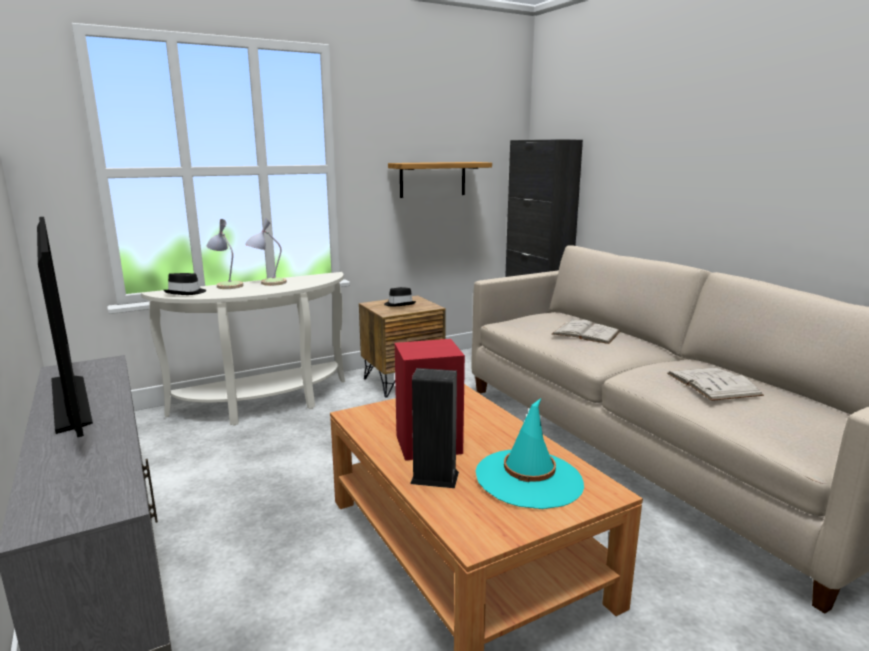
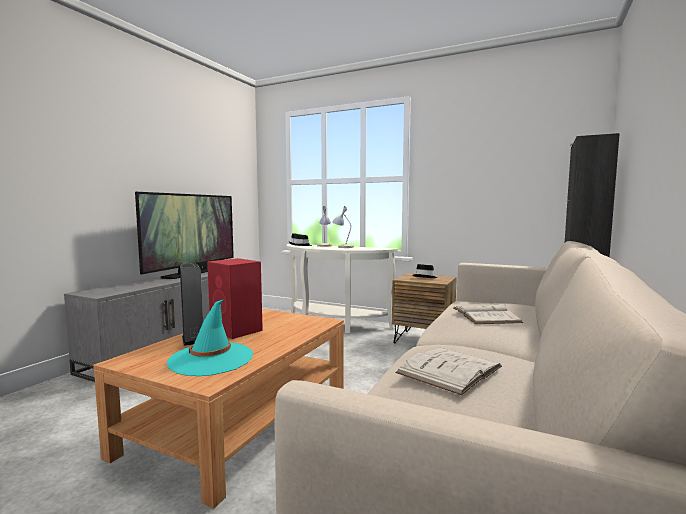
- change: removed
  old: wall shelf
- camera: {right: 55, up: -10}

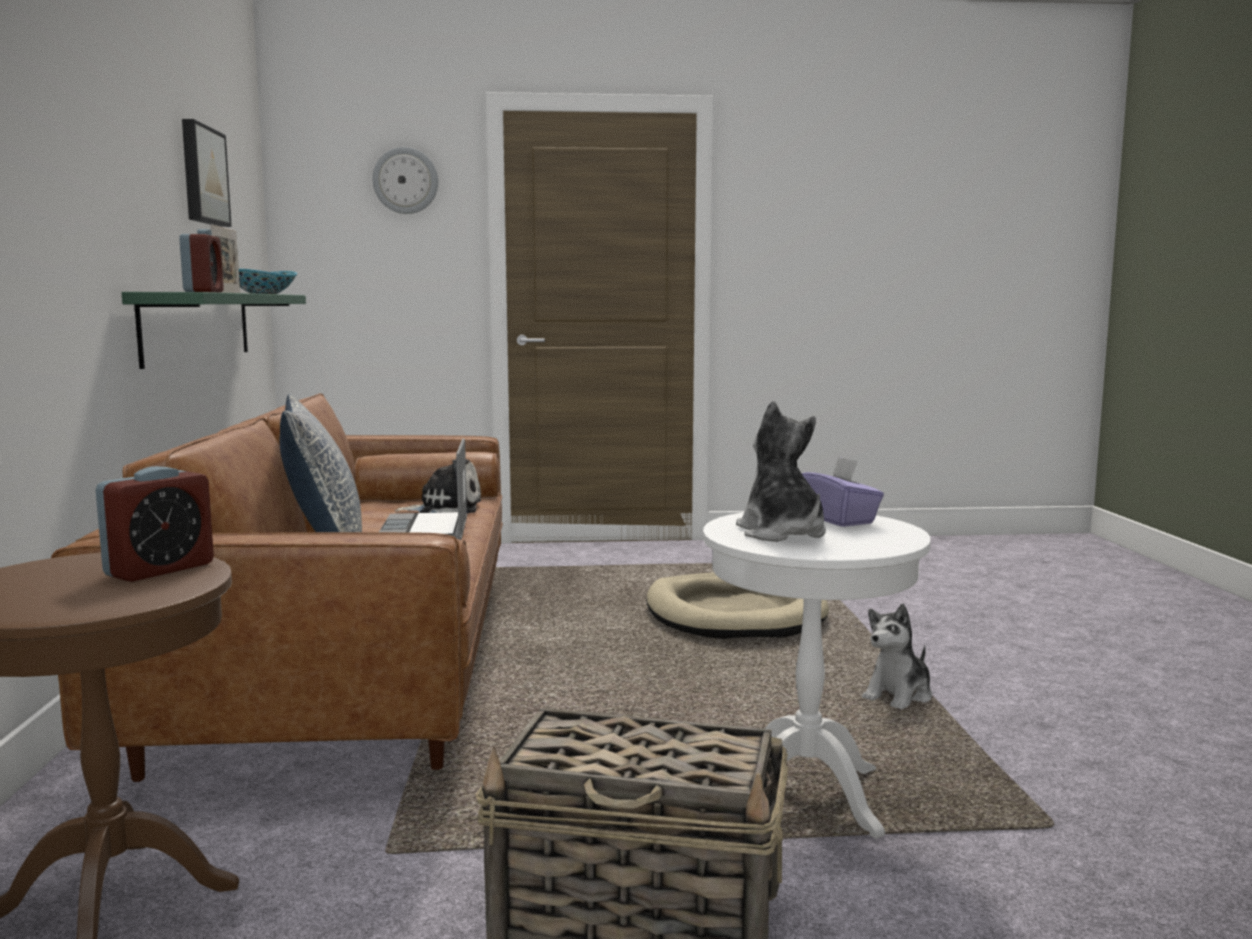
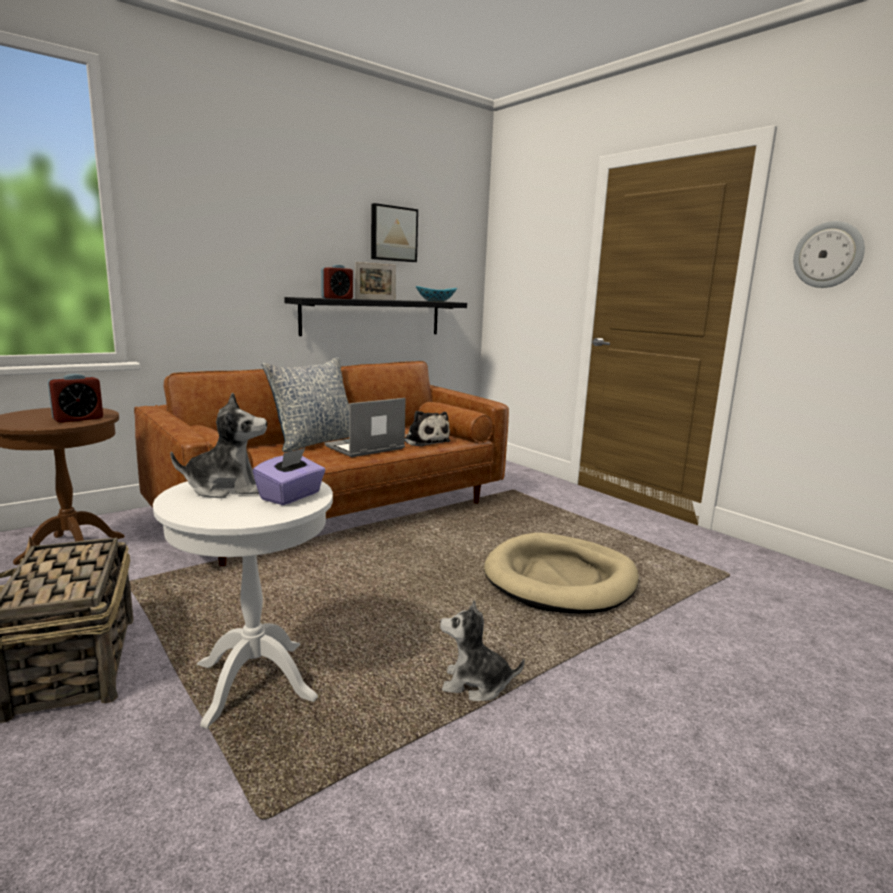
- change: turned
  old: alarm clock (1st from left)
  degrees: -45
- change: turned
  old: soft toy (2nd from left in the first image)
  degrees: 45
- change: recoloured
  old: greenish wall shelf
  new: blackish wall shelf
- change: moved
  old: clock on the wall
- camera: {right: 55, up: 5}

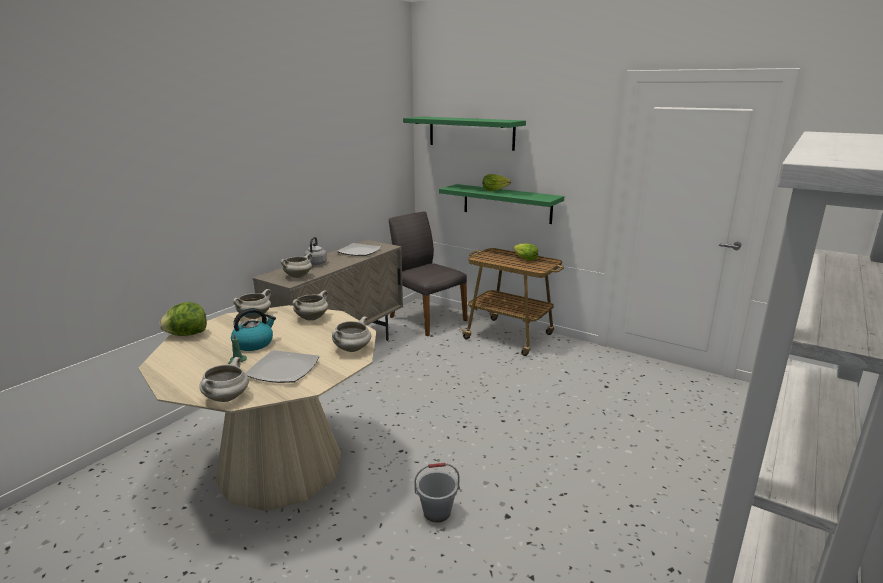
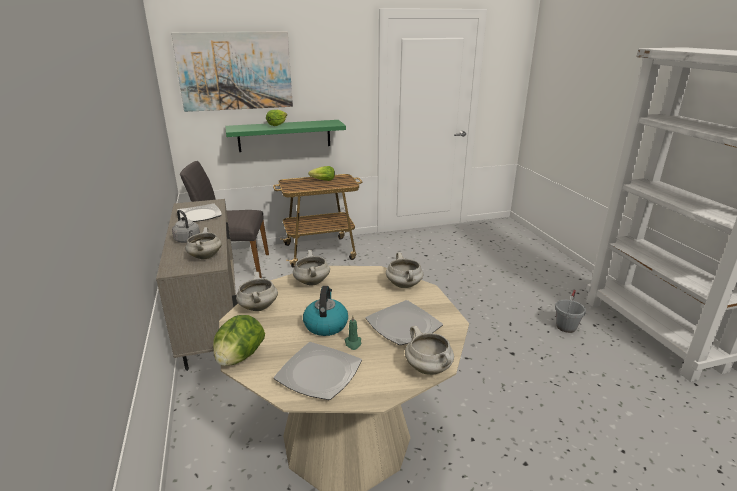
- change: replaced
  old: greenish wall shelf (1st from left)
  new: picture
- change: added
  new: dinner plate (2nd from left)
- change: moved
  old: grey pail
- camera: {right: -50, up: 5}

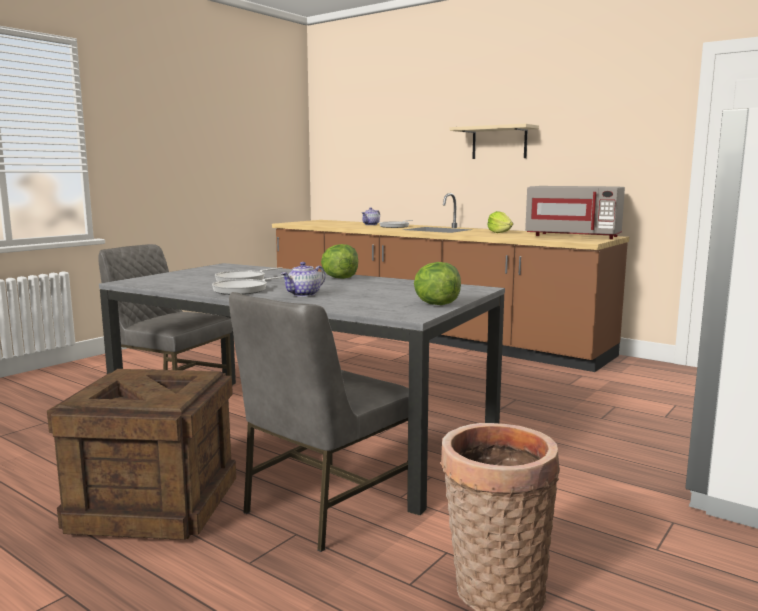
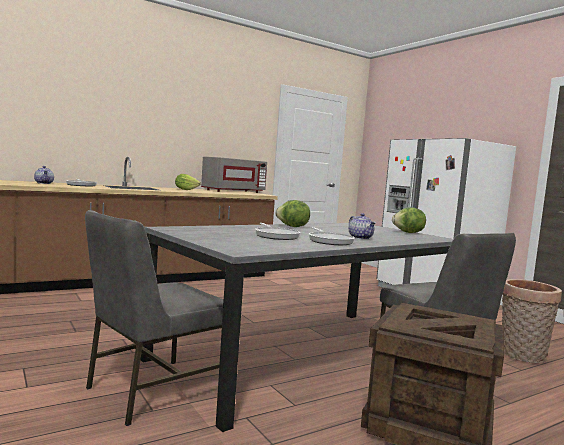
- change: removed
  old: beige wall shelf
- camera: {right: -70, up: -5}

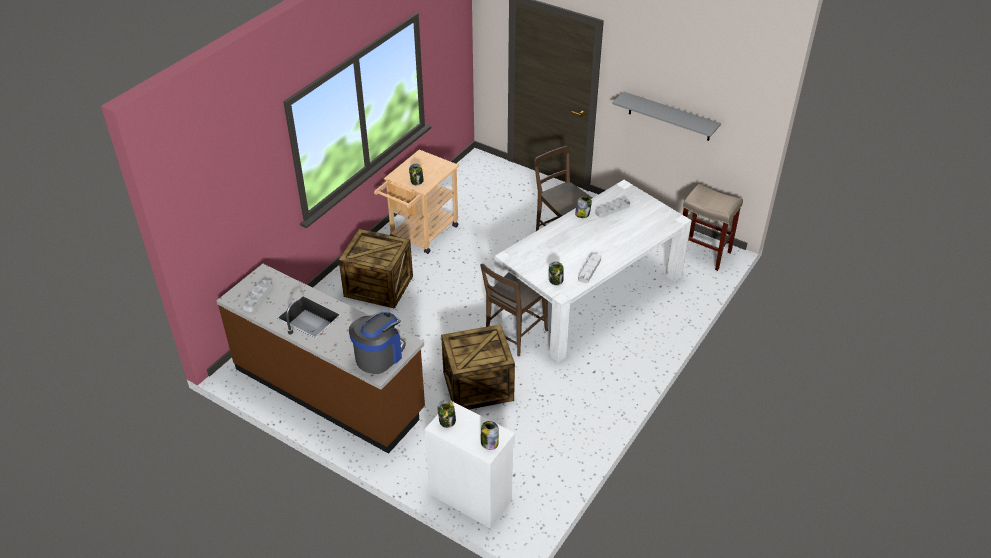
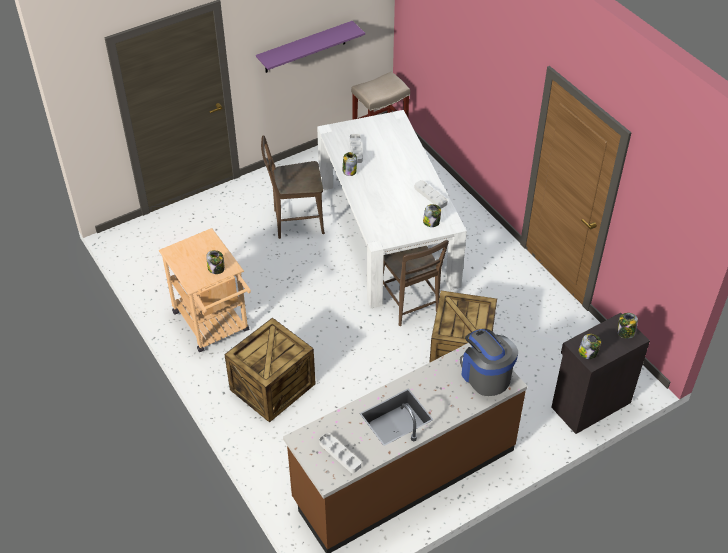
- change: recoloured
  old: grey wall shelf
  new: purplish wall shelf
- change: recoloured
  old: white cabinet
  new: blackish cabinet
- camera: {right: -65, up: 5}

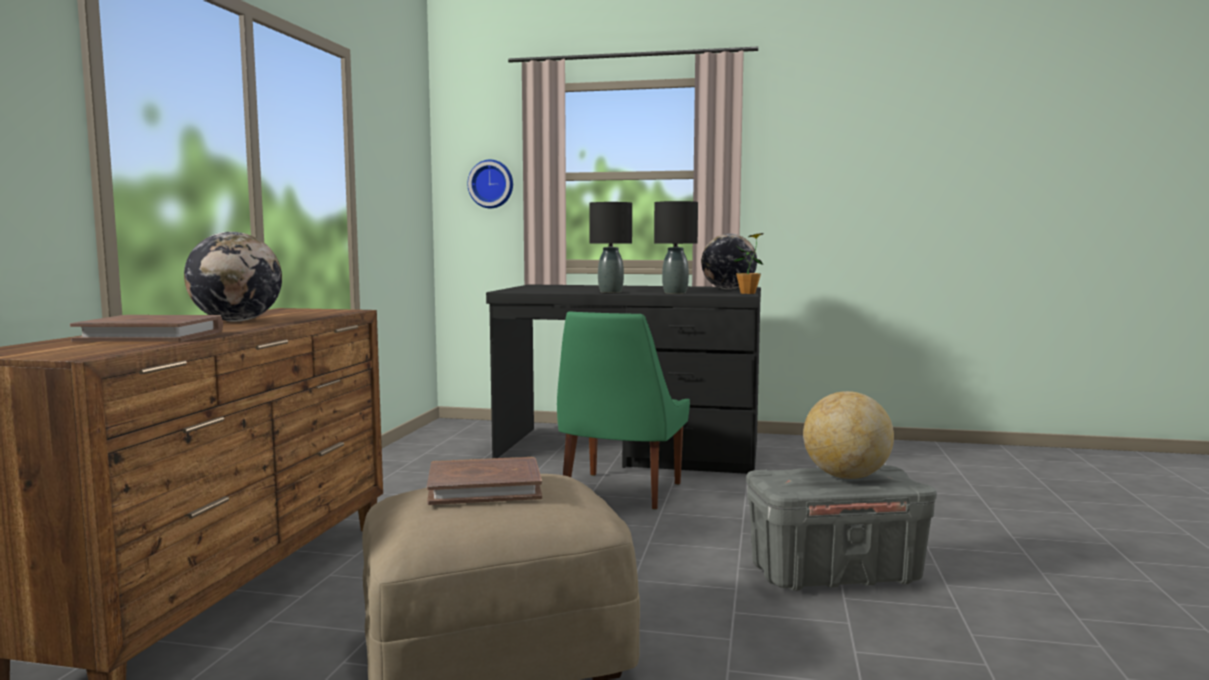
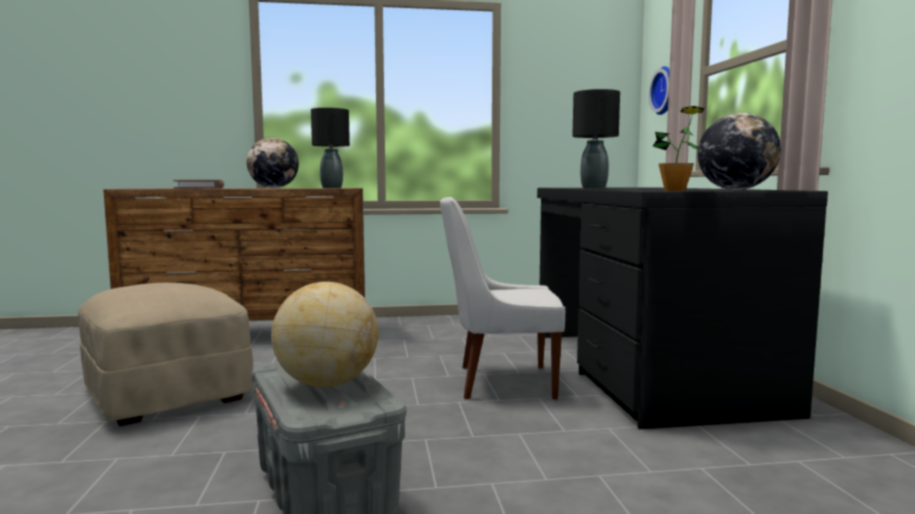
- change: moved
  old: blackish lamp for a table (2nd from left in the first image)
  new: blackish lamp for a table (1st from left)
- change: recoloured
  old: greenish chair
  new: white chair
- change: removed
  old: brownish book (2nd from left)
- camera: {right: 70, up: 0}

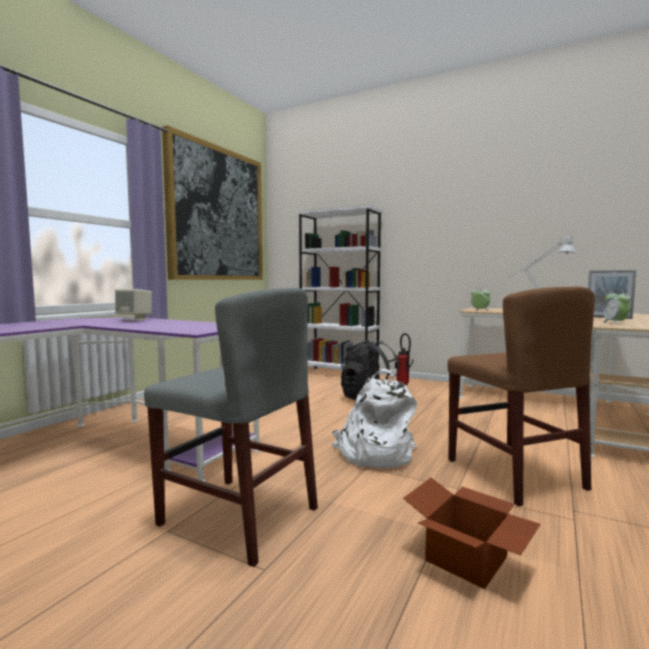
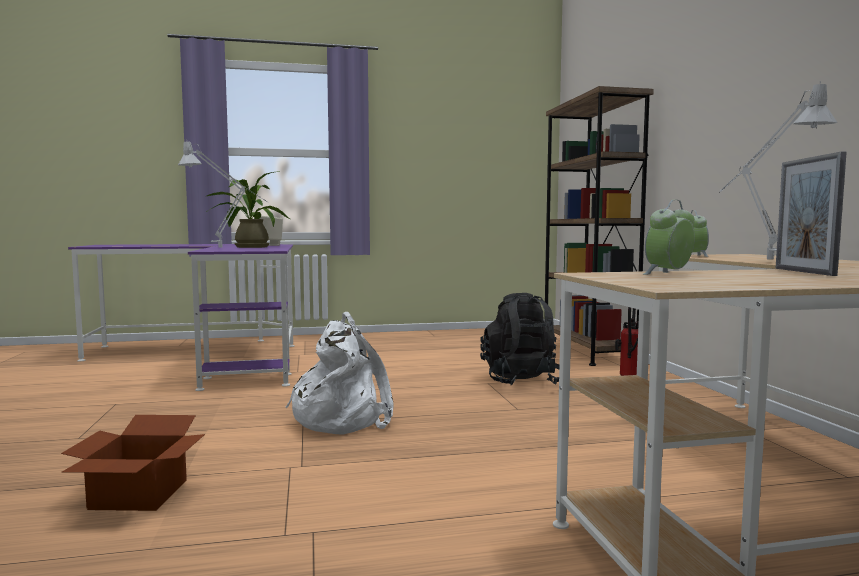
- change: added
  new: grey lamp for a table (1st from left)
- change: added
  new: plant in a pot
- change: recoloured
  old: white bookcase
  new: brownish bookcase
- change: removed
  old: grey chair
- change: removed
  old: picture
- change: removed
  old: brownish chair
- camera: {right: 50, up: 0}

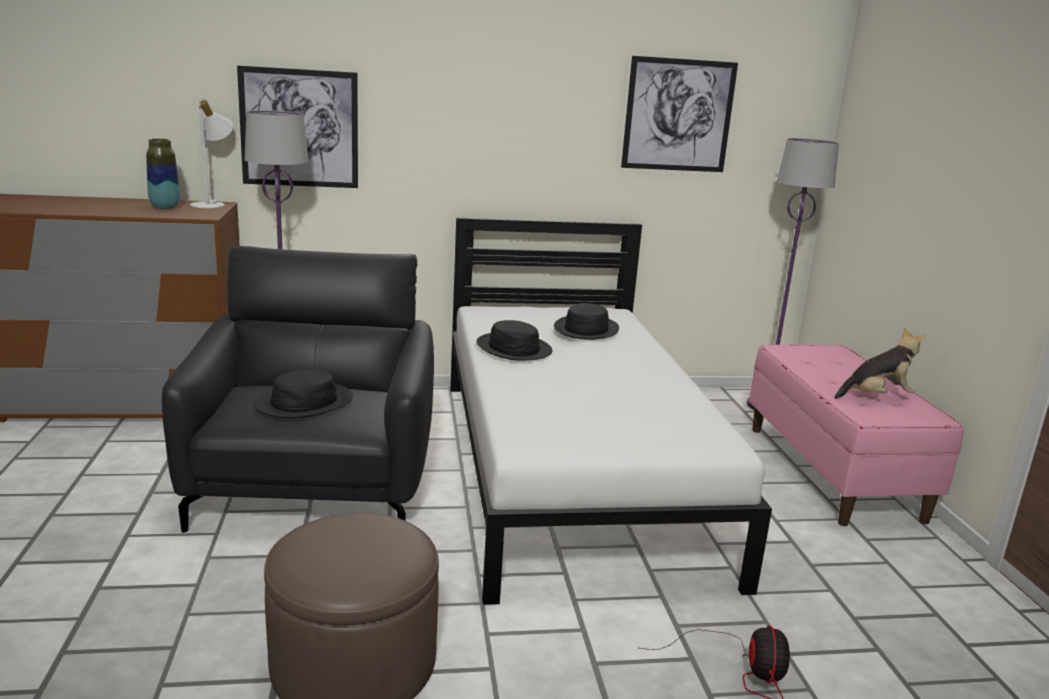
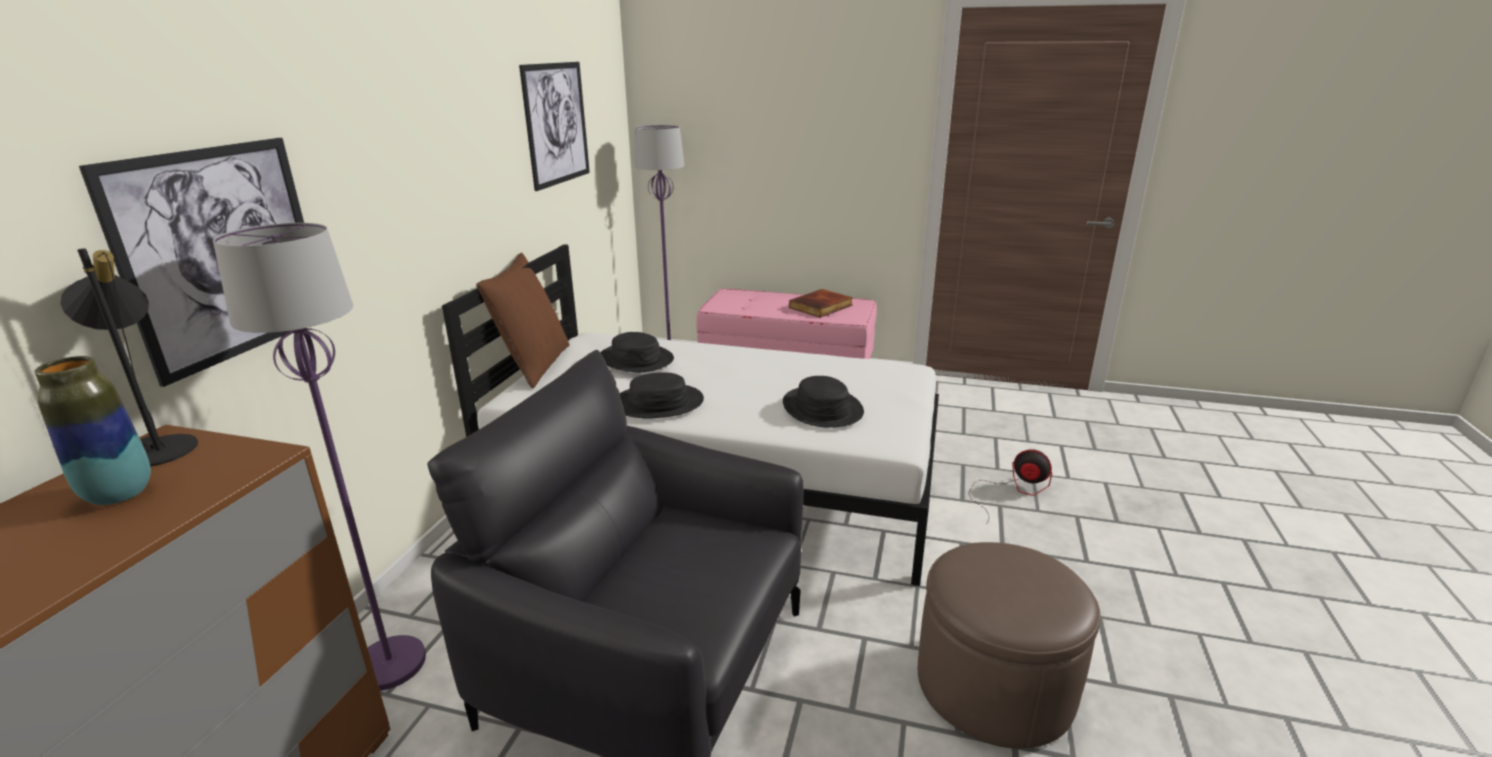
- change: recoloured
  old: white lamp for a table
  new: blackish lamp for a table
- change: added
  new: brownish pillow
- change: moved
  old: blackish hat (1st from left in the first image)
  new: blackish hat (3rd from left)
- change: replaced
  old: soft toy
  new: book
- camera: {right: -65, up: 5}

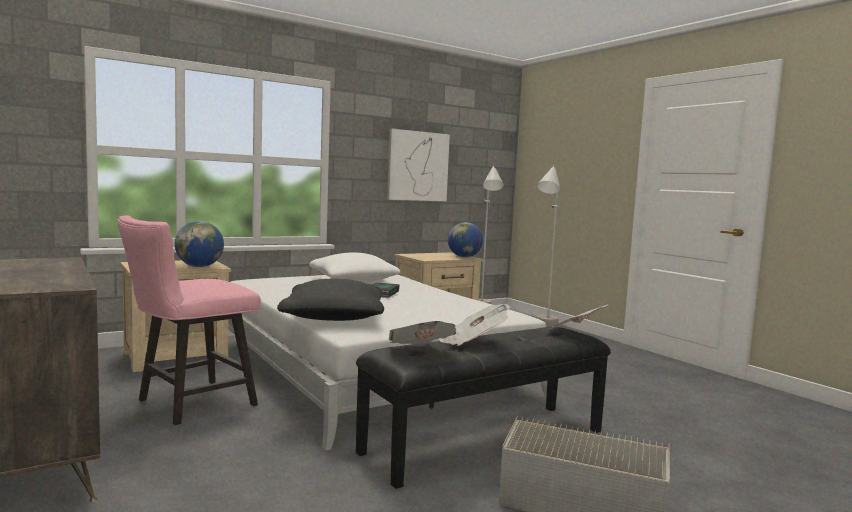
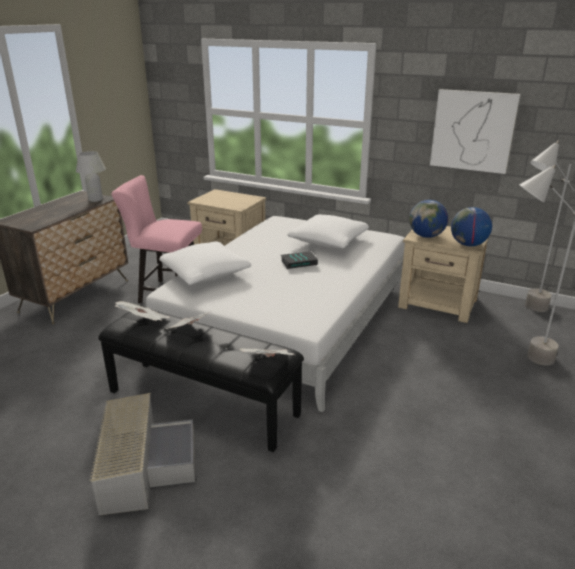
- change: added
  new: white lamp for a table
- change: recoloured
  old: blackish pillow
  new: white pillow (1st from left)
- change: moved
  old: world globe (1st from left)
- camera: {right: 60, up: 20}

